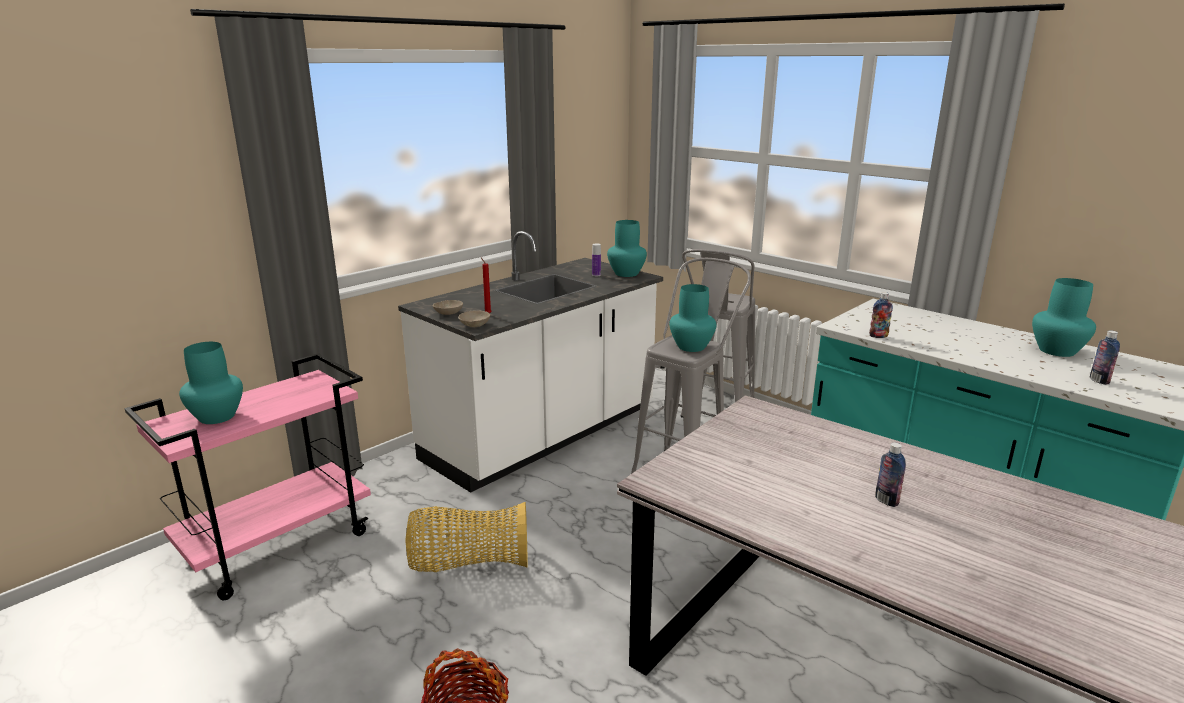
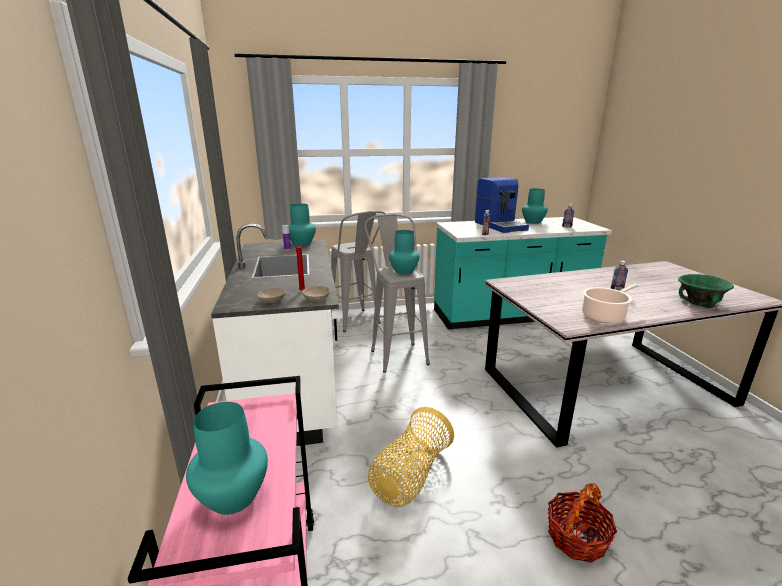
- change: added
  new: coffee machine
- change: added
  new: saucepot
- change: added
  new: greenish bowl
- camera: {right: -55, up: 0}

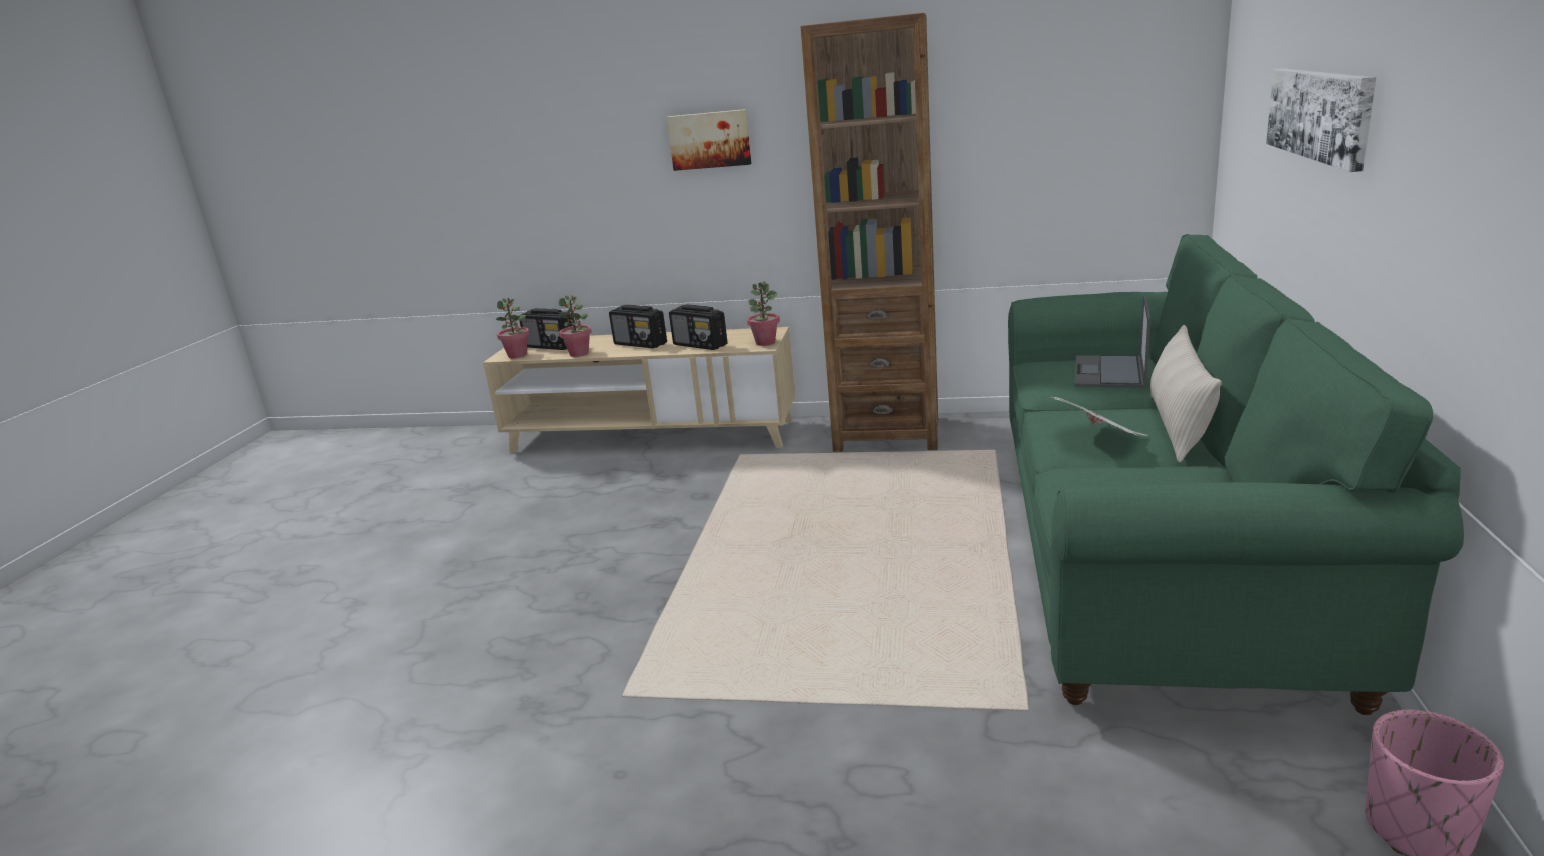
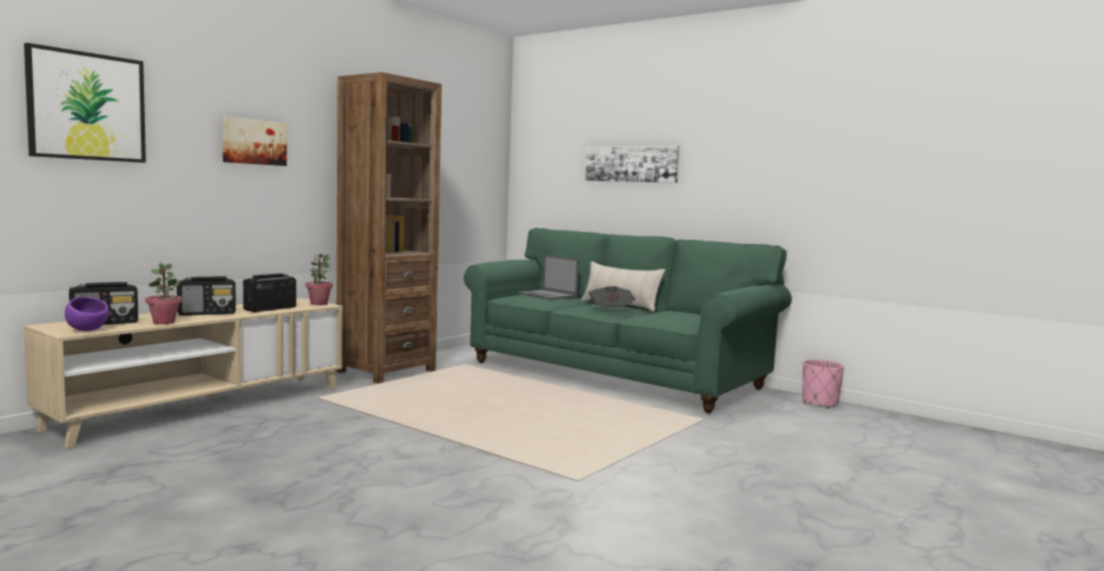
- change: added
  new: picture (1st from left)
- change: replaced
  old: plant in a pot (1st from left)
  new: purplish bowl
- change: turned
  old: radio receiver (3rd from left)
  degrees: 150
- camera: {right: -65, up: -15}

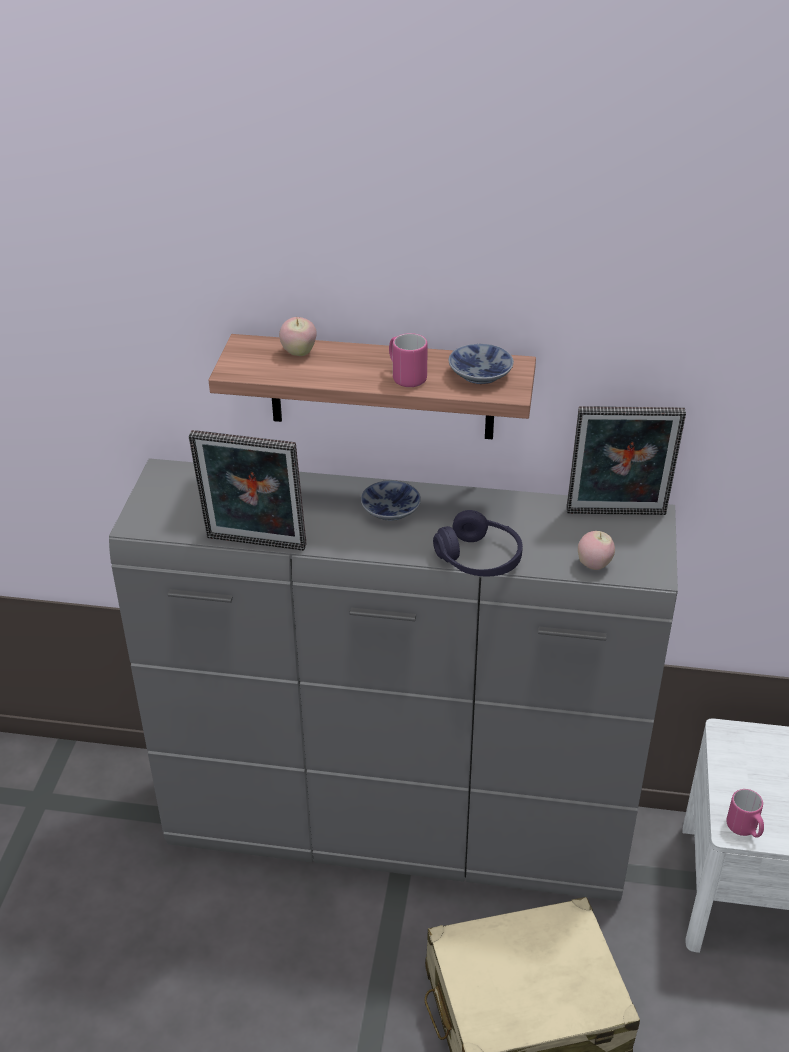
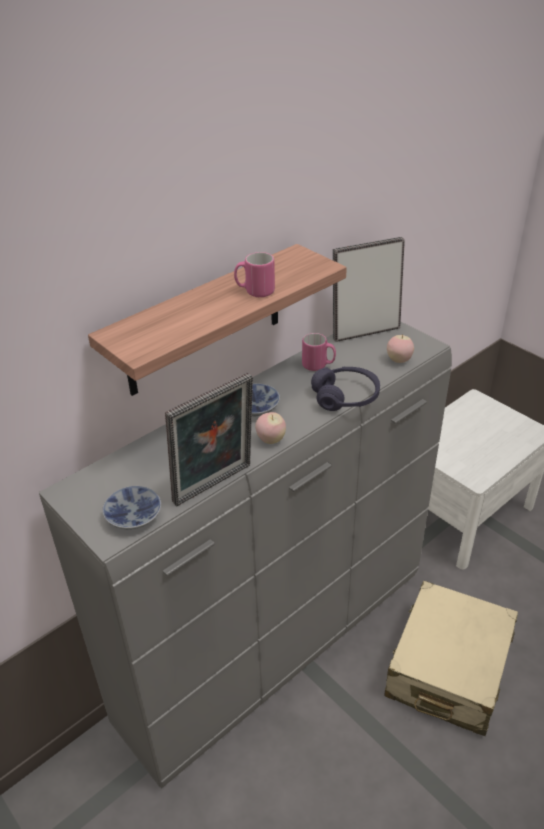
- change: moved
  old: bowl (2nd from left in the first image)
  new: bowl (1st from left)
- change: moved
  old: apple fruit (1st from left)
- change: moved
  old: pink mug (2nd from left)
- change: turned
  old: standing frame (2nd from left)
  degrees: -150
- camera: {right: -50, up: 0}

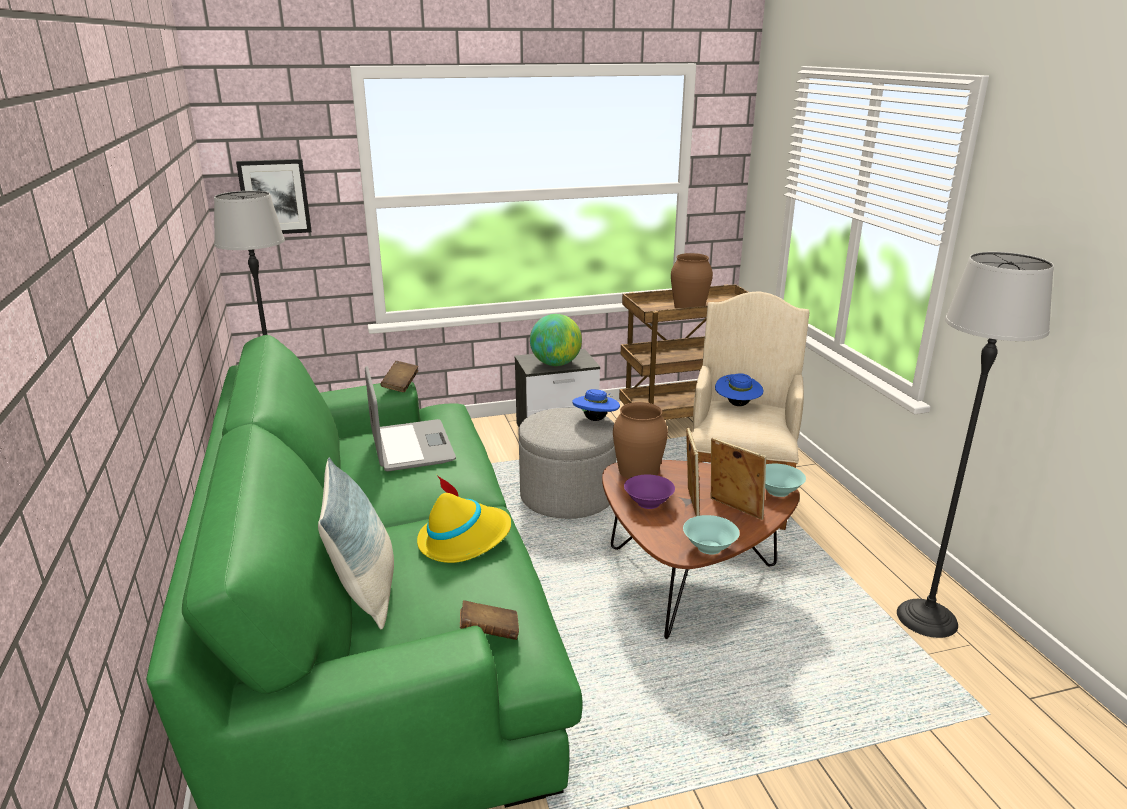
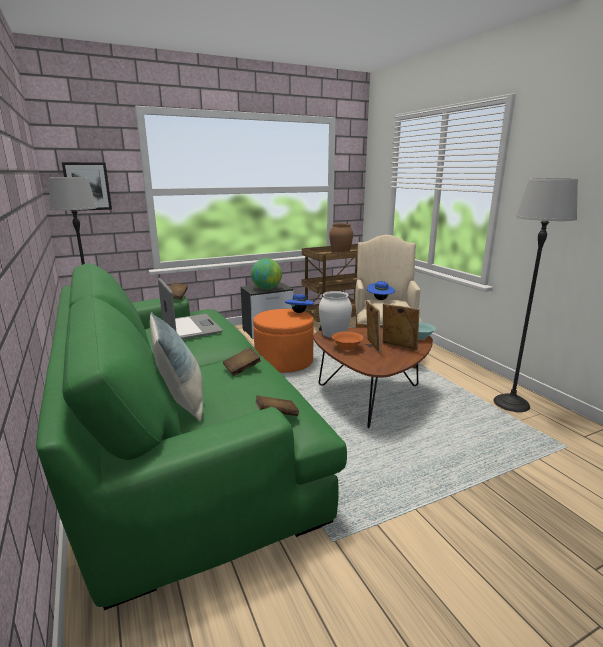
- change: replaced
  old: yellow-coloured hat
  new: brownish book (2nd from left)
- change: recoloured
  old: grey footrest
  new: orange footrest
- change: recoloured
  old: brownish decorative vase (1st from left)
  new: white decorative vase
- change: recoloured
  old: purplish bowl
  new: orange bowl
- change: removed
  old: turquoise-coloured bowl (1st from left)
- camera: {right: -10, up: -5}

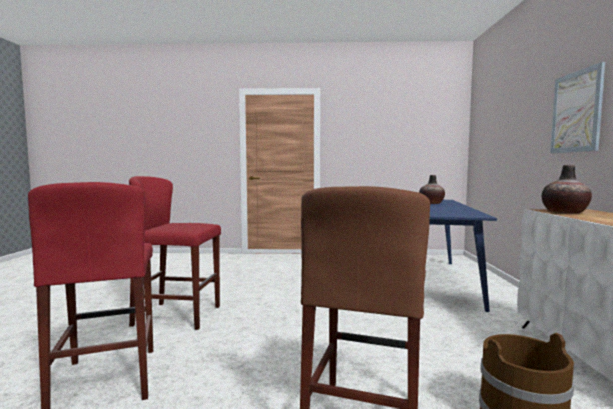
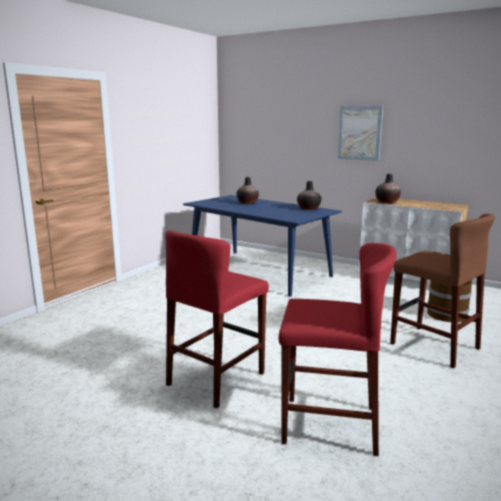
- change: added
  new: decorative vase (2nd from left)
- camera: {right: -60, up: 10}

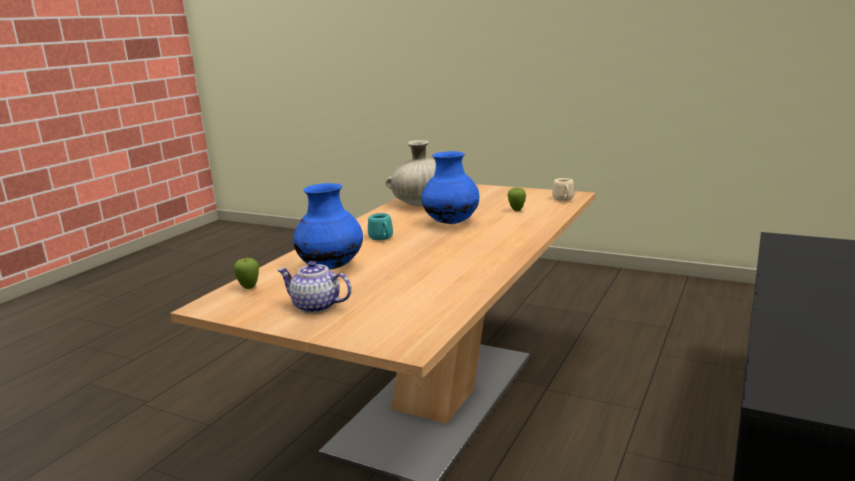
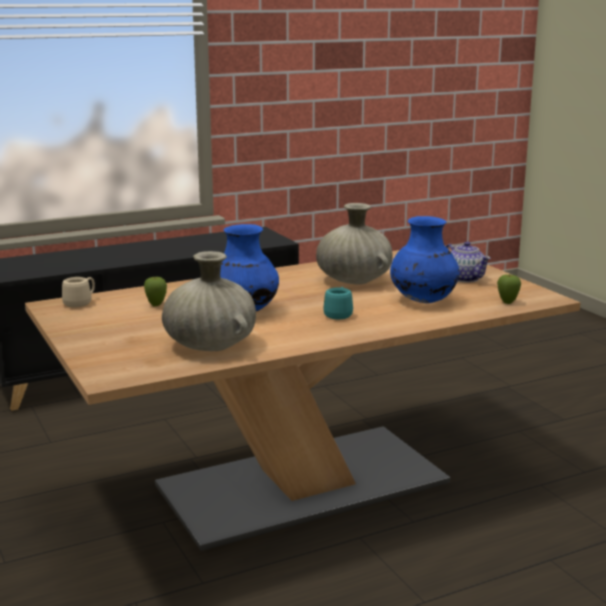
- change: added
  new: beige decorative vase (2nd from left)
- camera: {right: -145, up: 0}

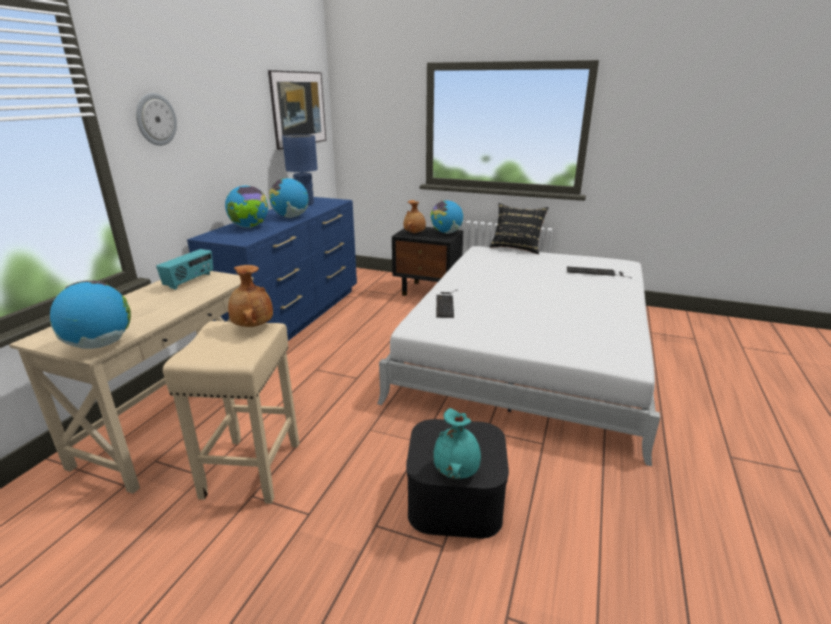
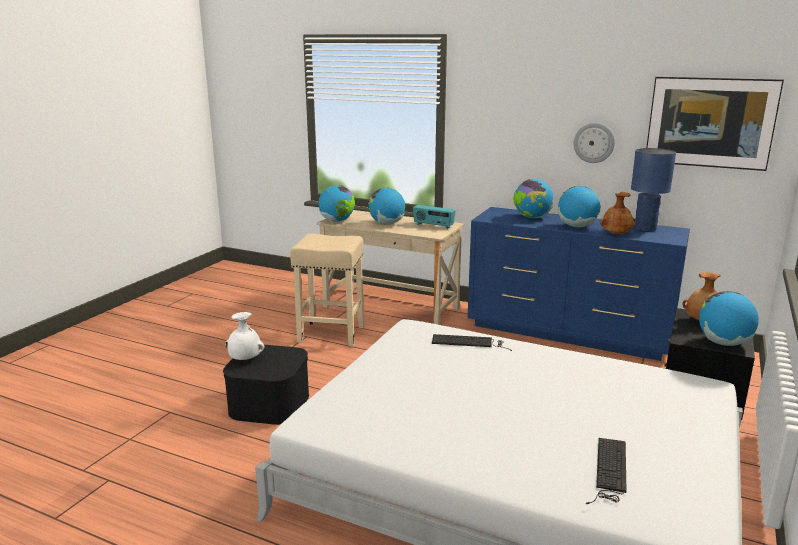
- change: recoloured
  old: turquoise-coloured decorative vase
  new: white decorative vase
- change: added
  new: world globe (2nd from left)
- change: moved
  old: clock on the wall
- change: moved
  old: brownish decorative vase (1st from left)
- change: removed
  old: blackish pillow
- camera: {right: 95, up: -5}

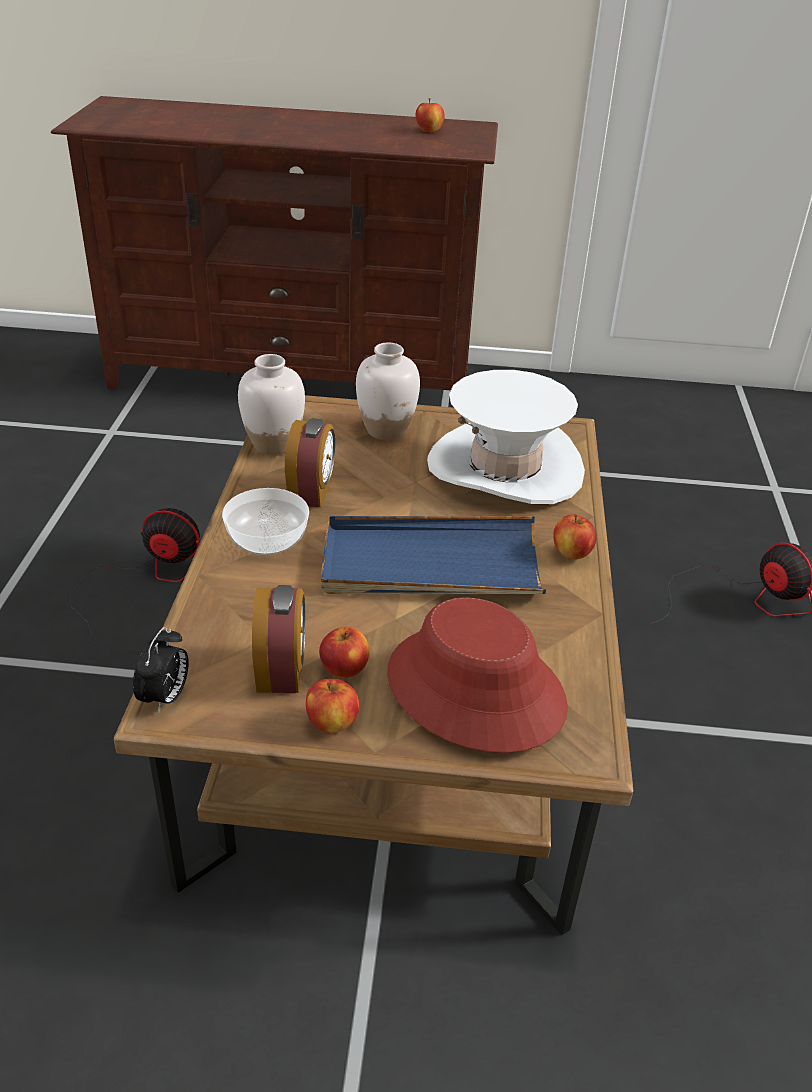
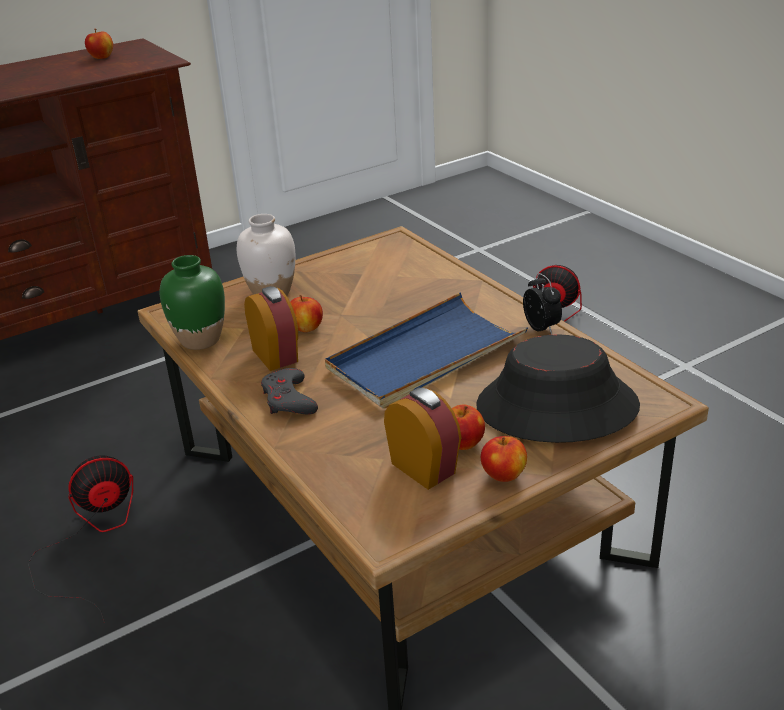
- change: recoloured
  old: white decorative vase (1st from left)
  new: greenish decorative vase
- change: replaced
  old: bowl
  new: grey gamepad
- change: moved
  old: apple fruit (4th from left in the first image)
  new: apple fruit (2nd from left)
- change: recoloured
  old: reddish hat
  new: blackish hat
- change: moved
  old: alarm clock (1st from left in the first image)
  new: alarm clock (3rd from left)
- change: removed
  old: white hat
- camera: {right: -35, up: -5}

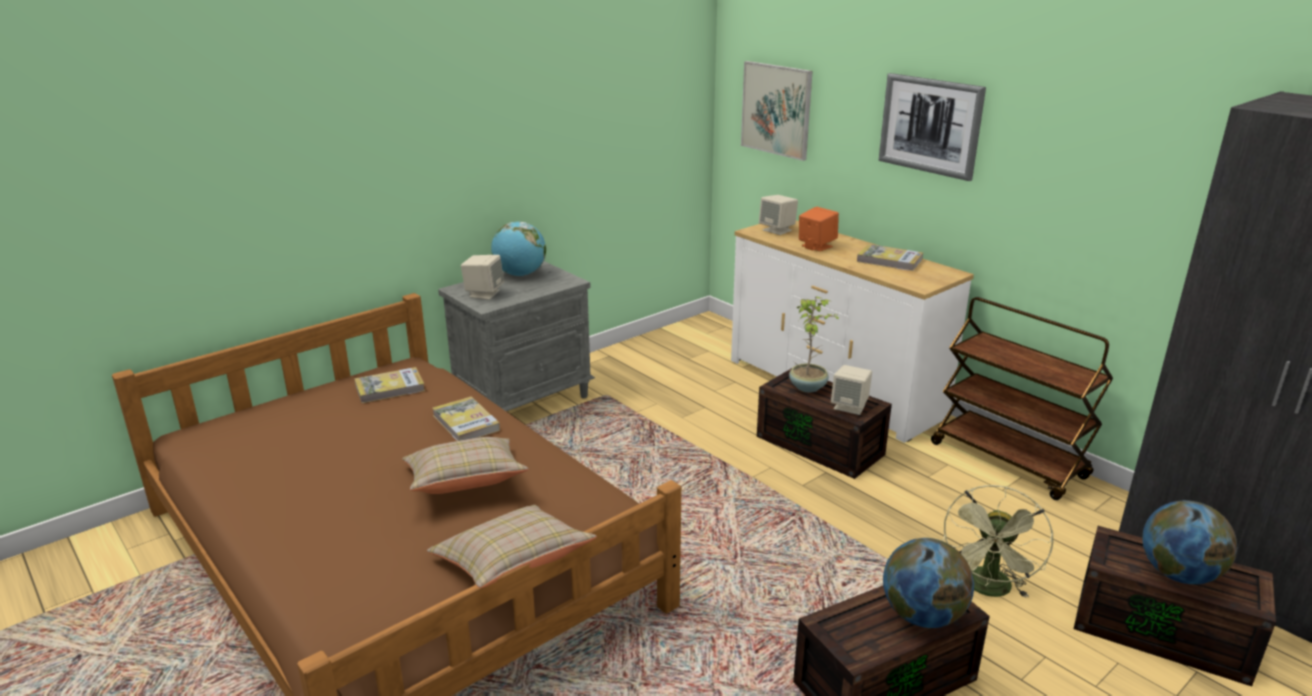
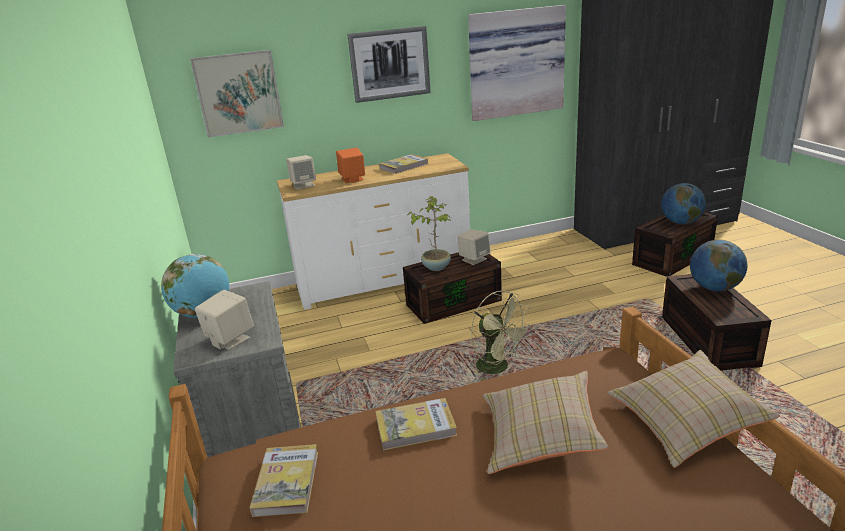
- change: added
  new: picture (3rd from left)
- change: moved
  old: greenish cooling fan
- change: removed
  old: brownish trolley
- camera: {right: -65, up: 0}

